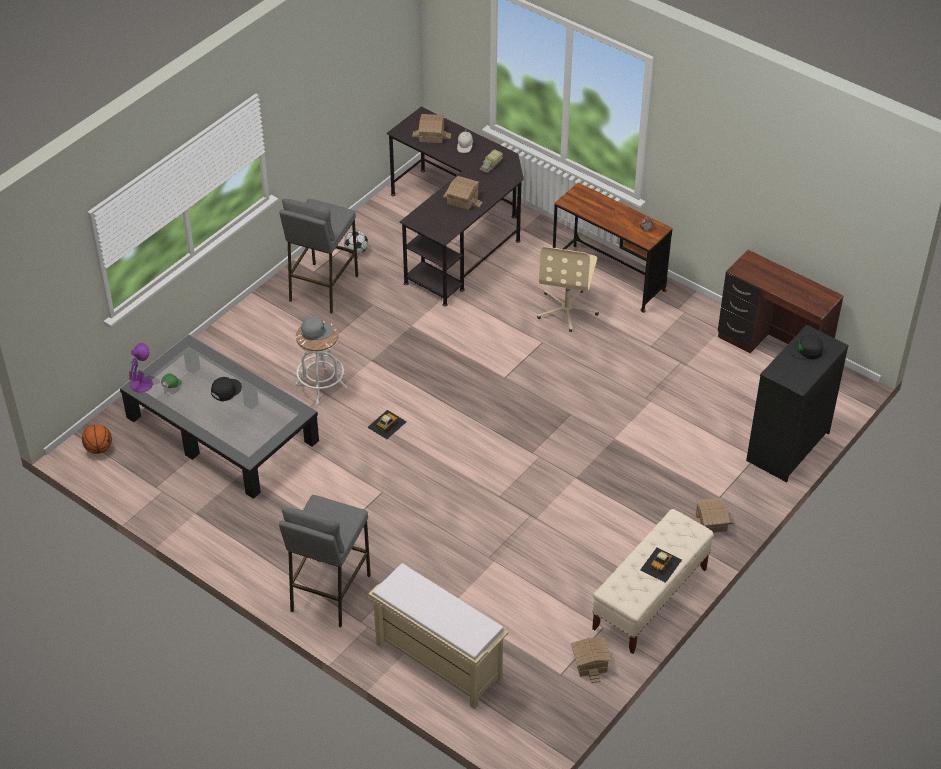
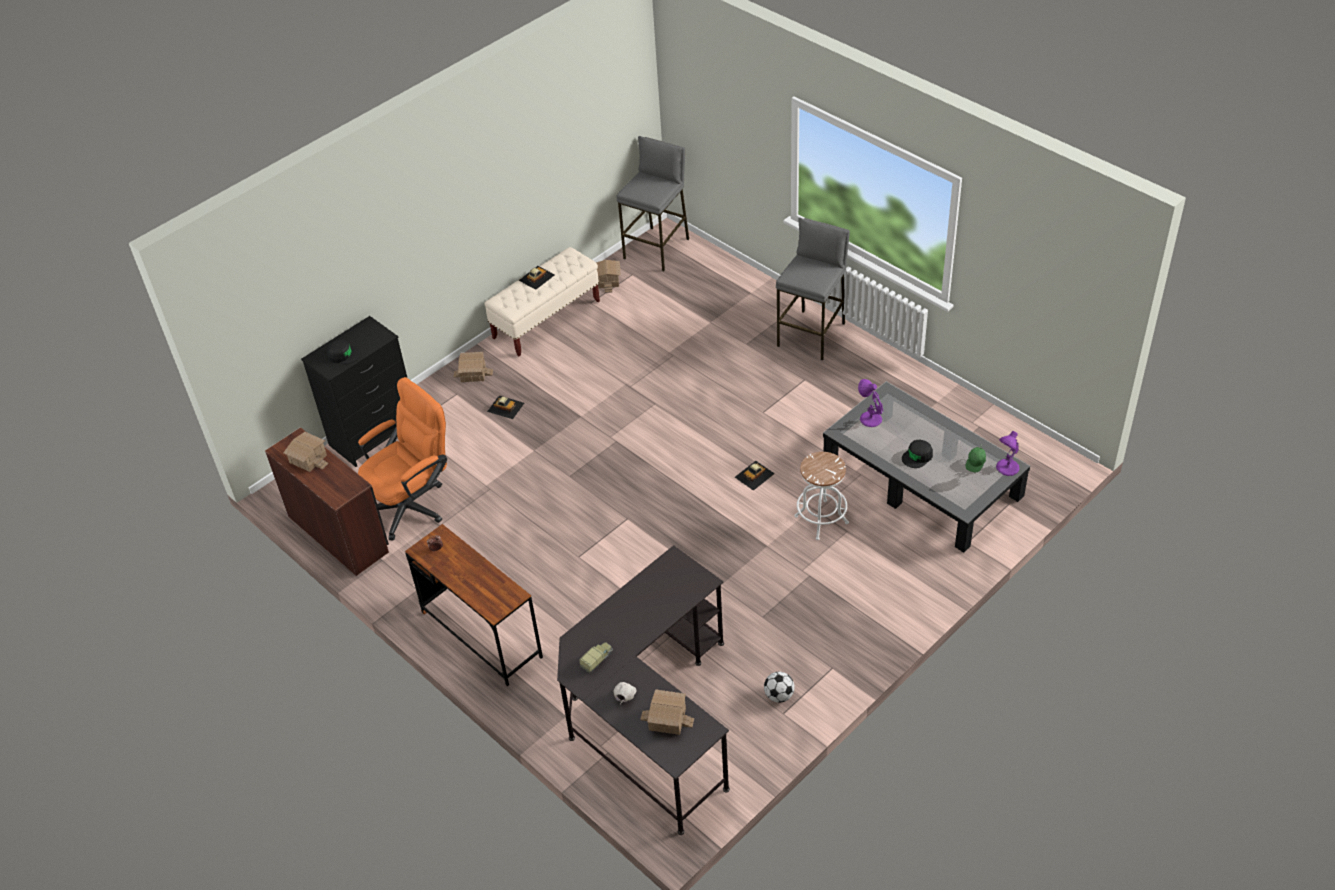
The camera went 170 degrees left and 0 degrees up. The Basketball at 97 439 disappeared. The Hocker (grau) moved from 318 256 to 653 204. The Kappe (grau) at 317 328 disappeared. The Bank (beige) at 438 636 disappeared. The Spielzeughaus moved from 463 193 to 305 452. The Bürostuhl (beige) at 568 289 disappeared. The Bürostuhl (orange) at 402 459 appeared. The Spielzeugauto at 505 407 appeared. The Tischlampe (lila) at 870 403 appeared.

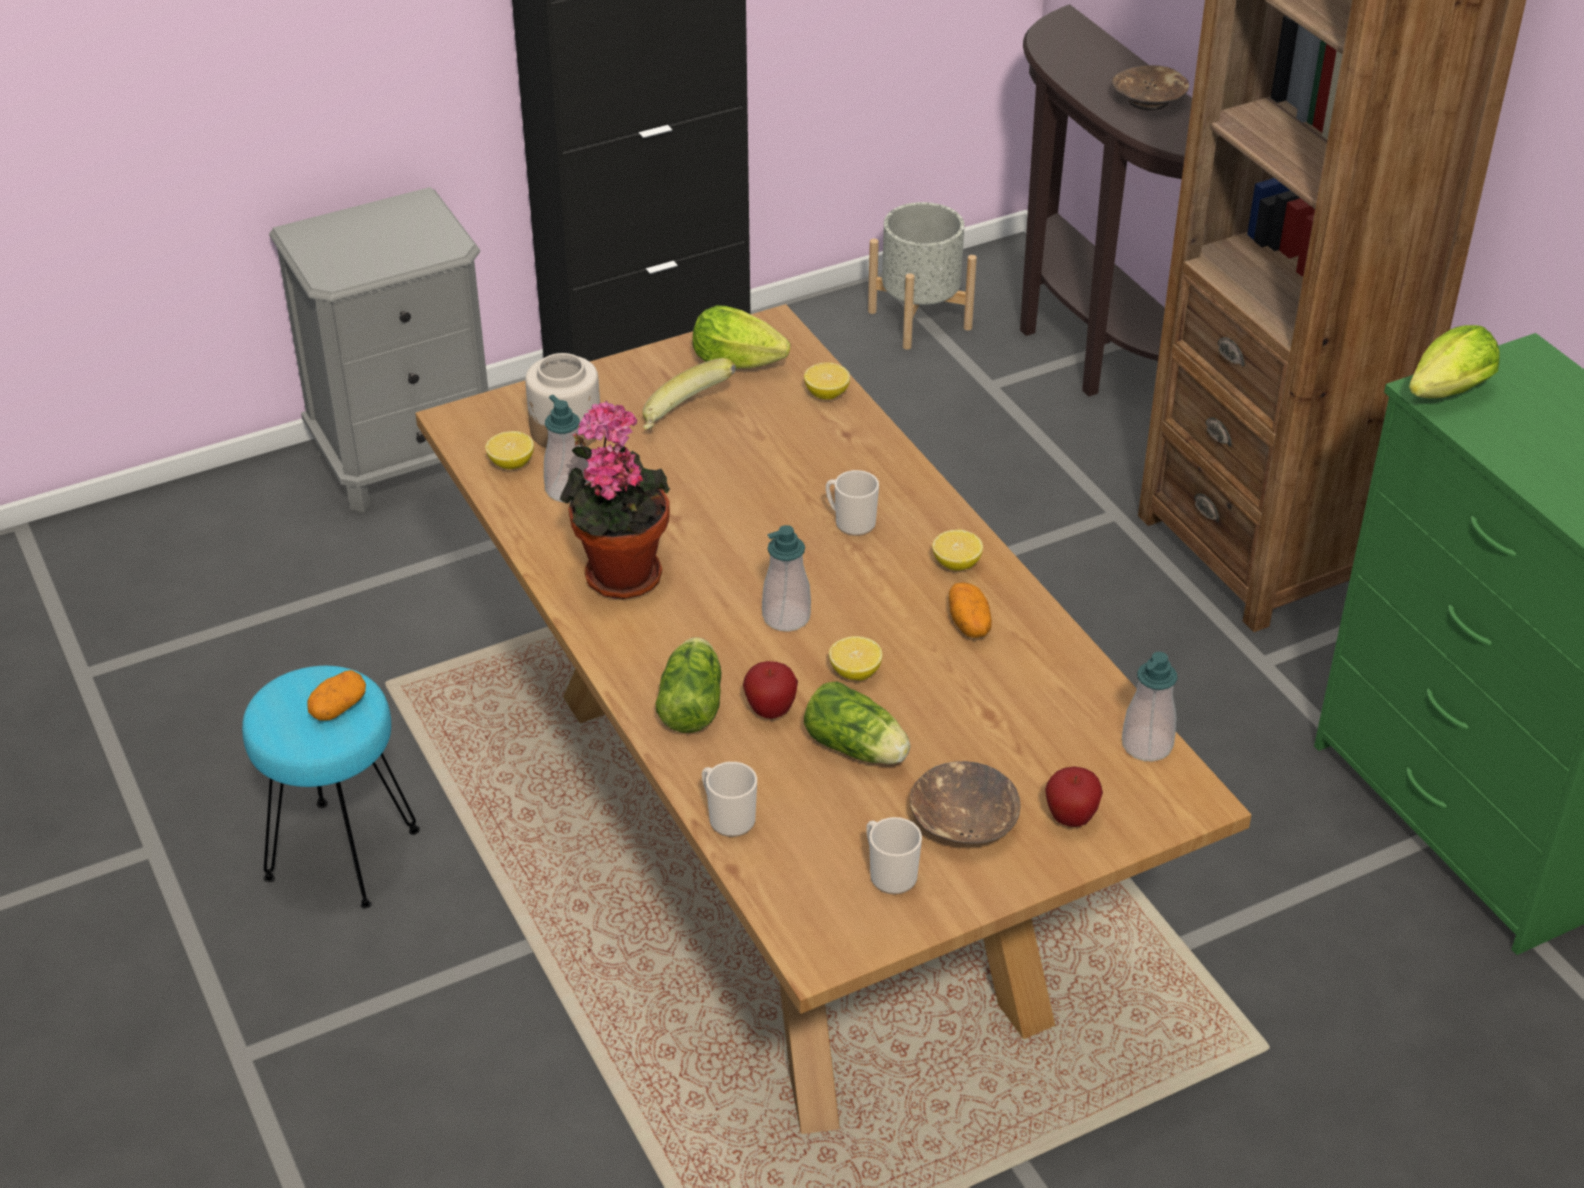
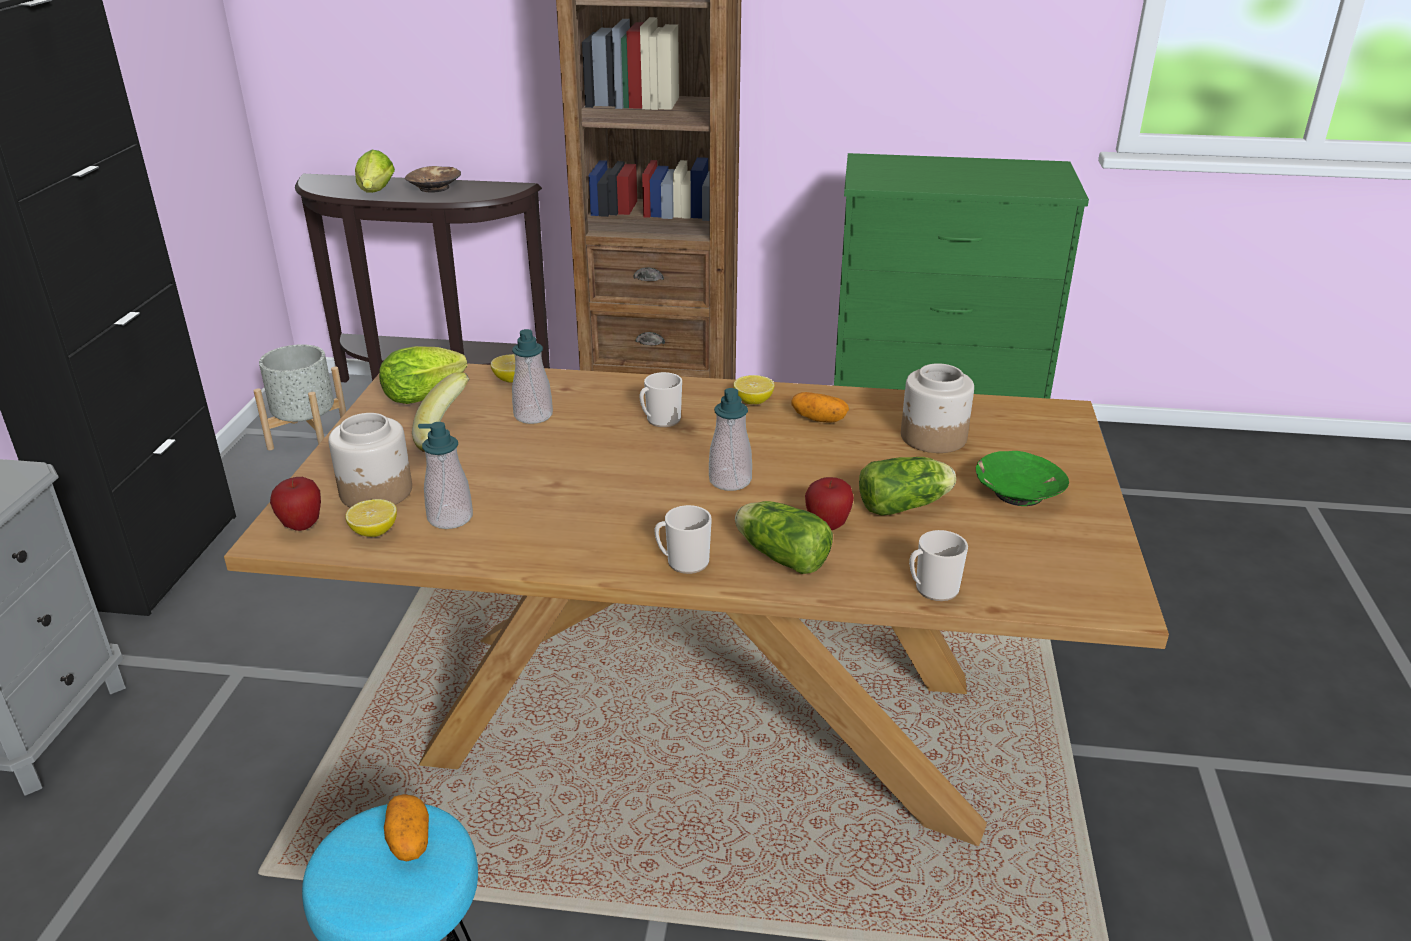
The camera went 55 degrees left and 10 degrees down. The Topfpflanze at 615 500 disappeared. The Zitrone at 856 658 disappeared. The Henkelbecher moved from 894 855 to 683 539. The Schüssel (braun) at 965 802 became the Schüssel (grün) at 1022 478. The Apfel moved from 1074 796 to 295 504. The Seifenspender moved from 1149 707 to 532 376. The Salatkopf moved from 1454 361 to 375 171. The Vorratsglas at 937 408 appeared.

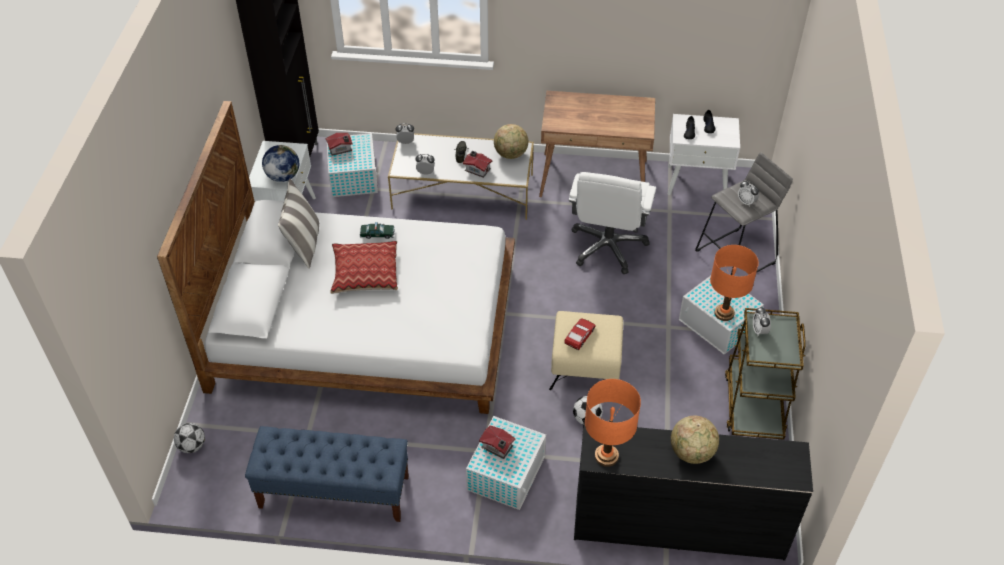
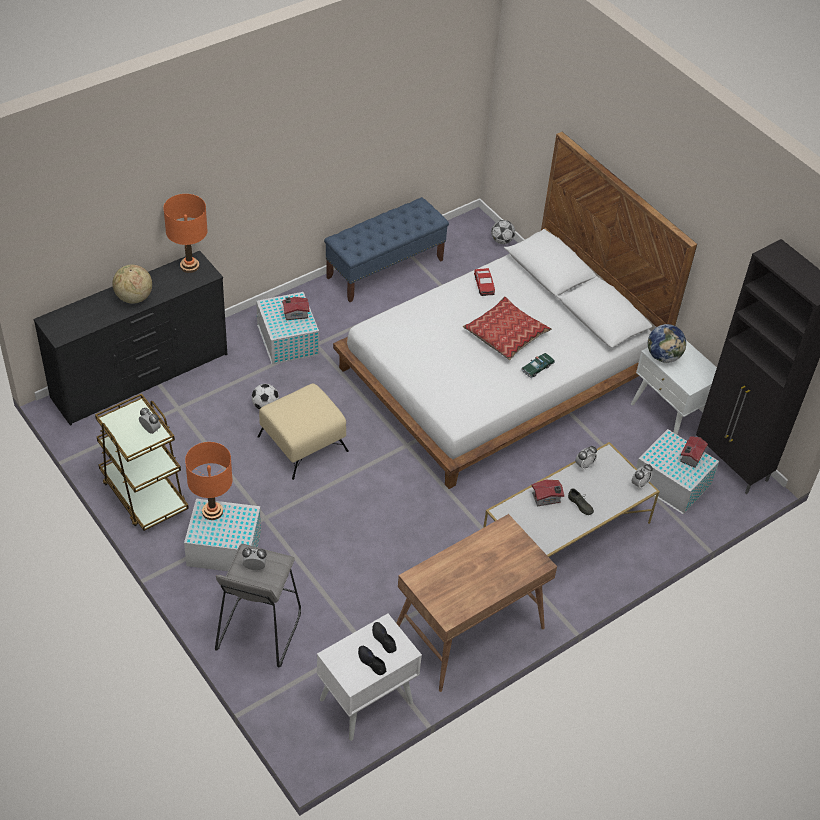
The camera went 135 degrees right and 0 degrees up. The Kissen at 298 223 disappeared. The Globus at 511 141 disappeared. The Spielzeugauto moved from 579 334 to 484 282. The Bürostuhl (weiß) at 612 223 disappeared.

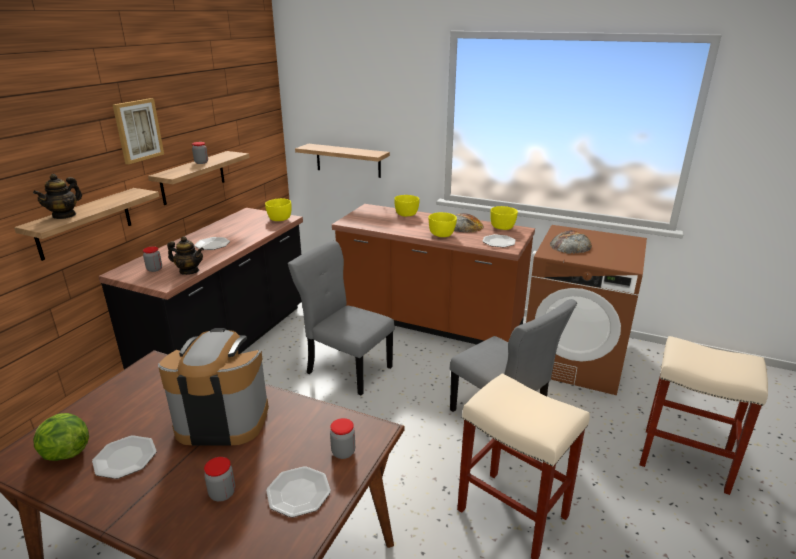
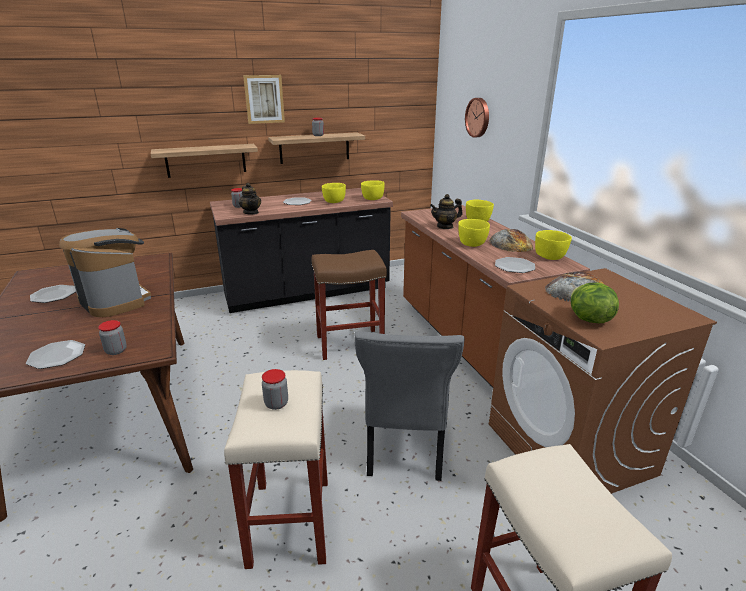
The camera went 45 degrees right and 0 degrees up. The Teekanne moved from 57 196 to 446 211. The Salatkopf moved from 61 437 to 595 303. The Vorratsglas moved from 219 479 to 275 389. The Stuhl (grau) at 341 318 was replaced by the Hocker (braun) at 349 305. The Wandregal at 342 161 disappeared. The Schüssel (gelb) at 334 193 appeared. The Wanduhr at 477 118 appeared.

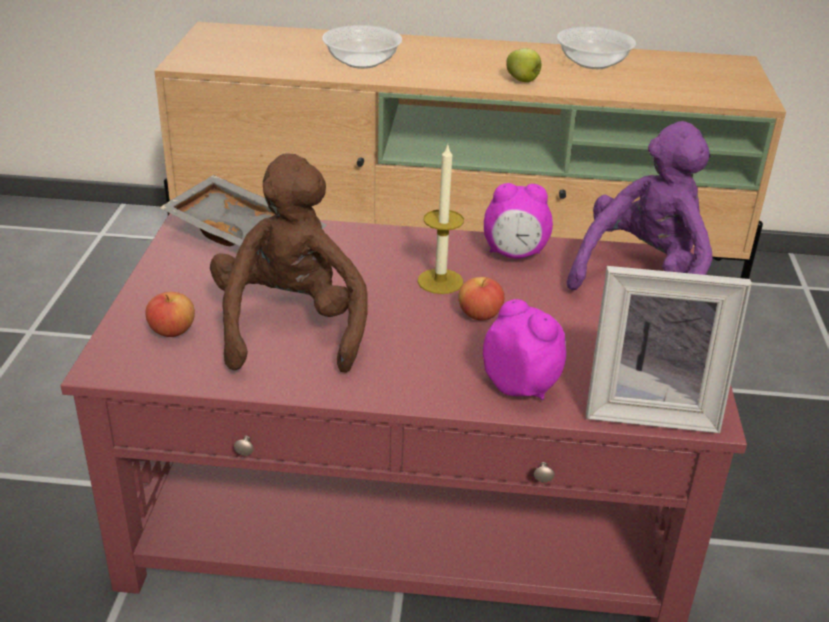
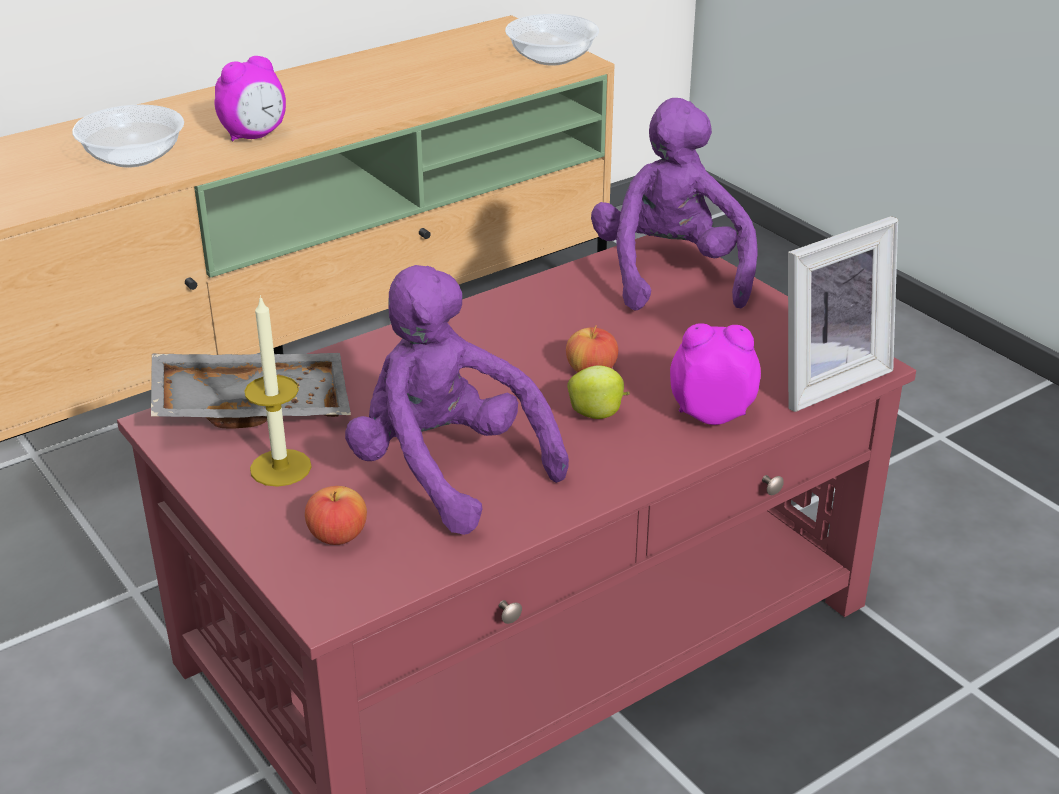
The camera went 40 degrees left and 0 degrees up. The Plüschtier (braun) at 289 263 became the Plüschtier (lila) at 457 400. The Kerze moved from 441 219 to 277 391. The Wecker moved from 518 221 to 250 98. The Apfel moved from 523 65 to 598 392. The Schüssel moved from 596 48 to 552 40.

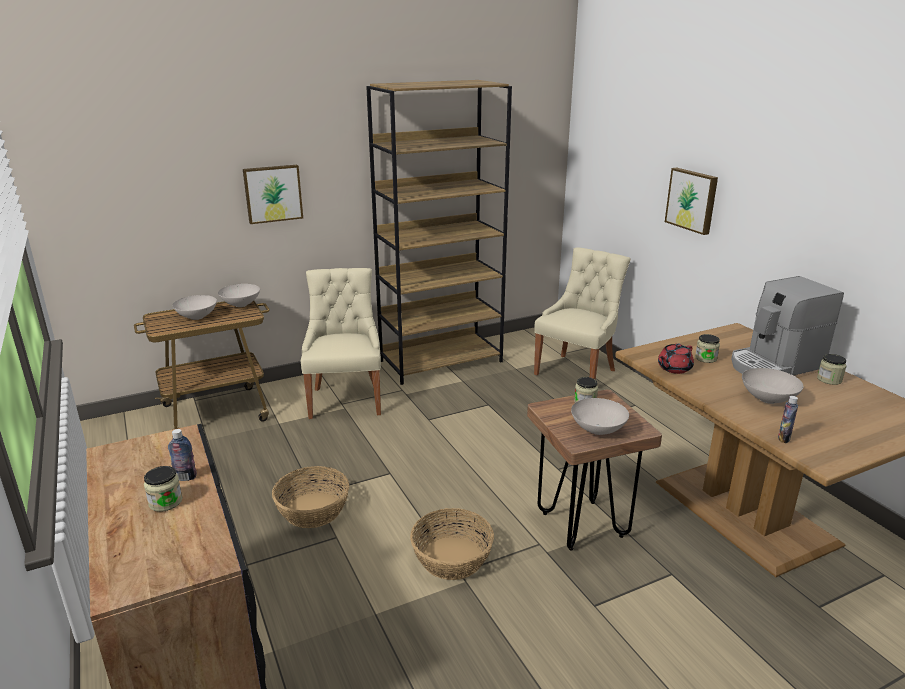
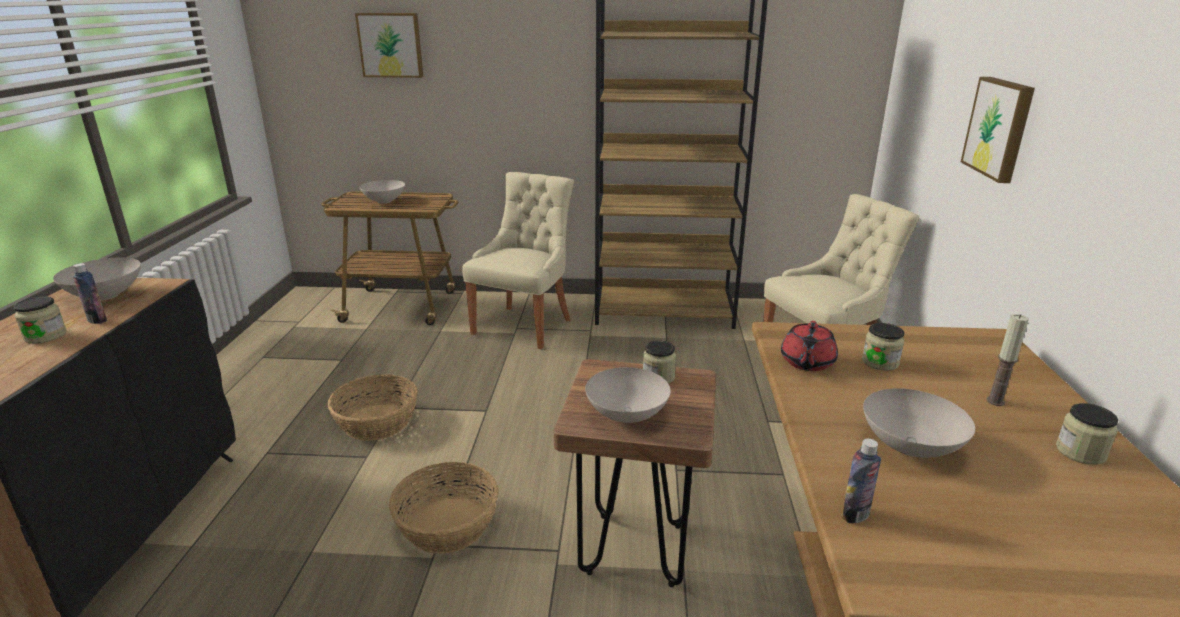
The camera went 30 degrees right and 0 degrees up. The Schüssel (weiß) moved from 239 295 to 97 279. The Bild moved from 273 194 to 389 45. The Teekanne (rot) at 676 358 turned 60 degrees counterclockwise. The Kaffeemaschine at 787 326 was replaced by the Kerze at 1008 360.

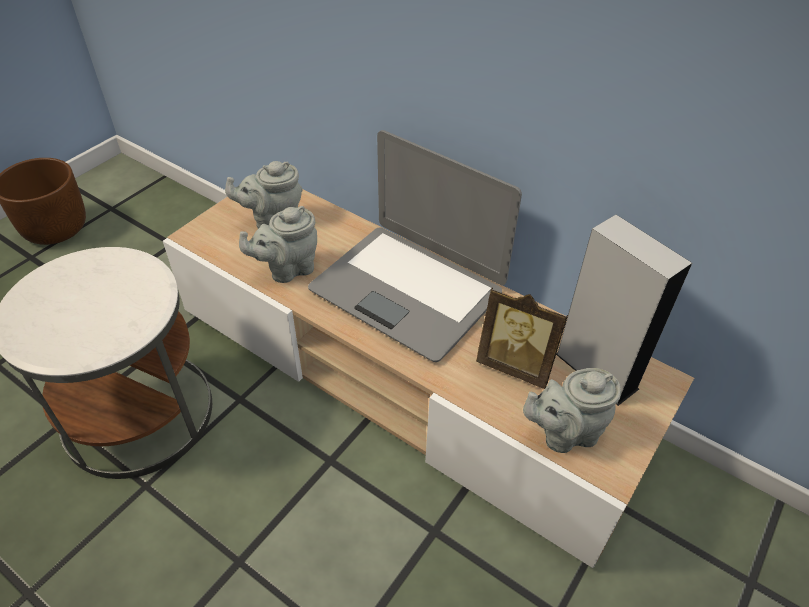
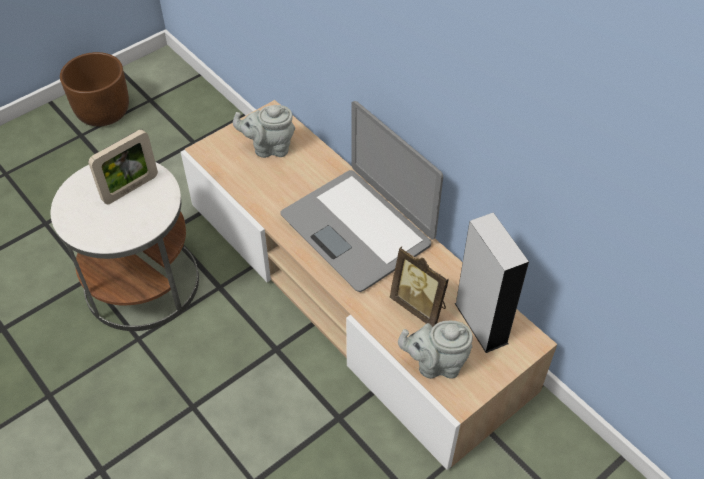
The camera went 15 degrees right and 5 degrees up. The Teekanne (grau) at 278 244 disappeared. The Bilderrahmen at 123 166 appeared.

